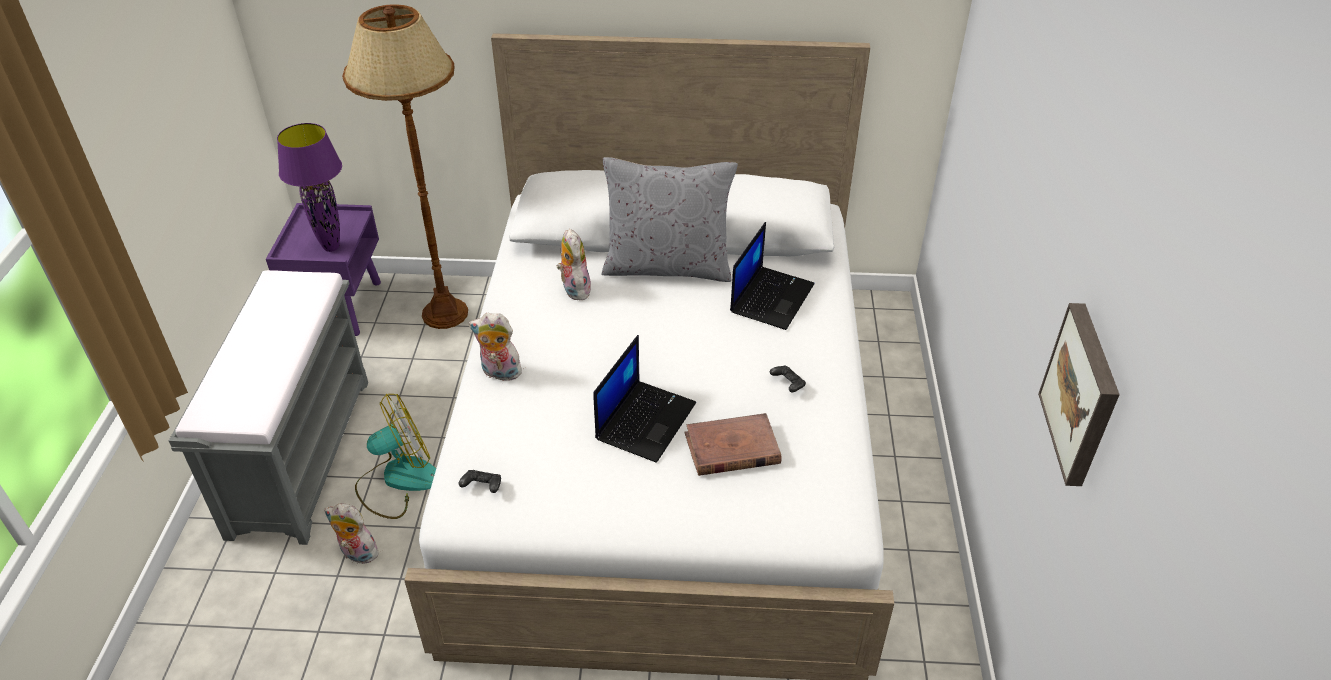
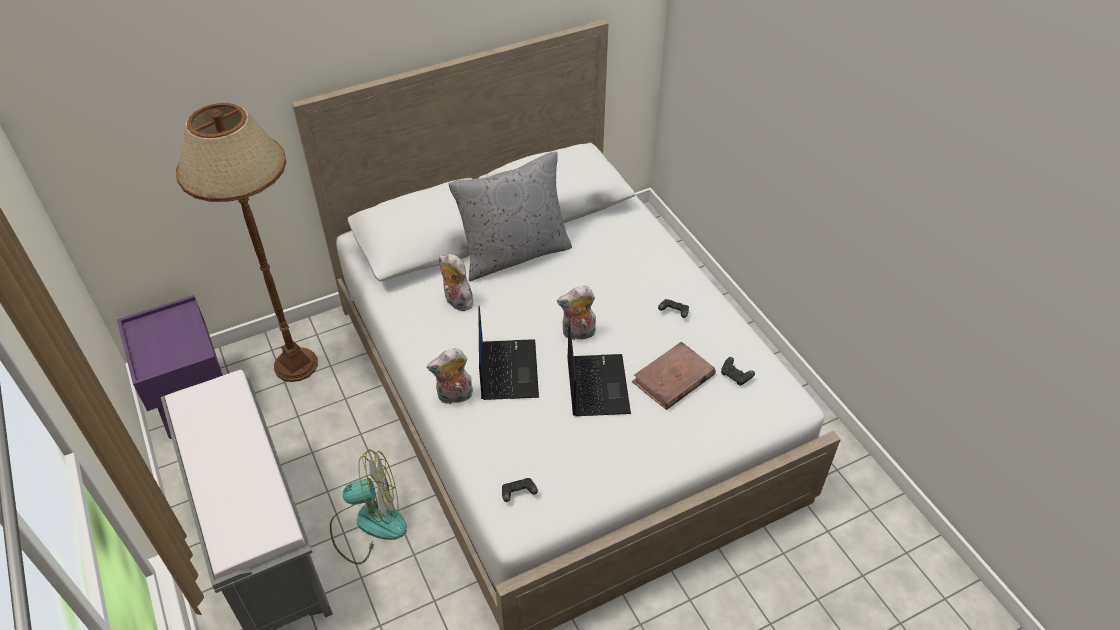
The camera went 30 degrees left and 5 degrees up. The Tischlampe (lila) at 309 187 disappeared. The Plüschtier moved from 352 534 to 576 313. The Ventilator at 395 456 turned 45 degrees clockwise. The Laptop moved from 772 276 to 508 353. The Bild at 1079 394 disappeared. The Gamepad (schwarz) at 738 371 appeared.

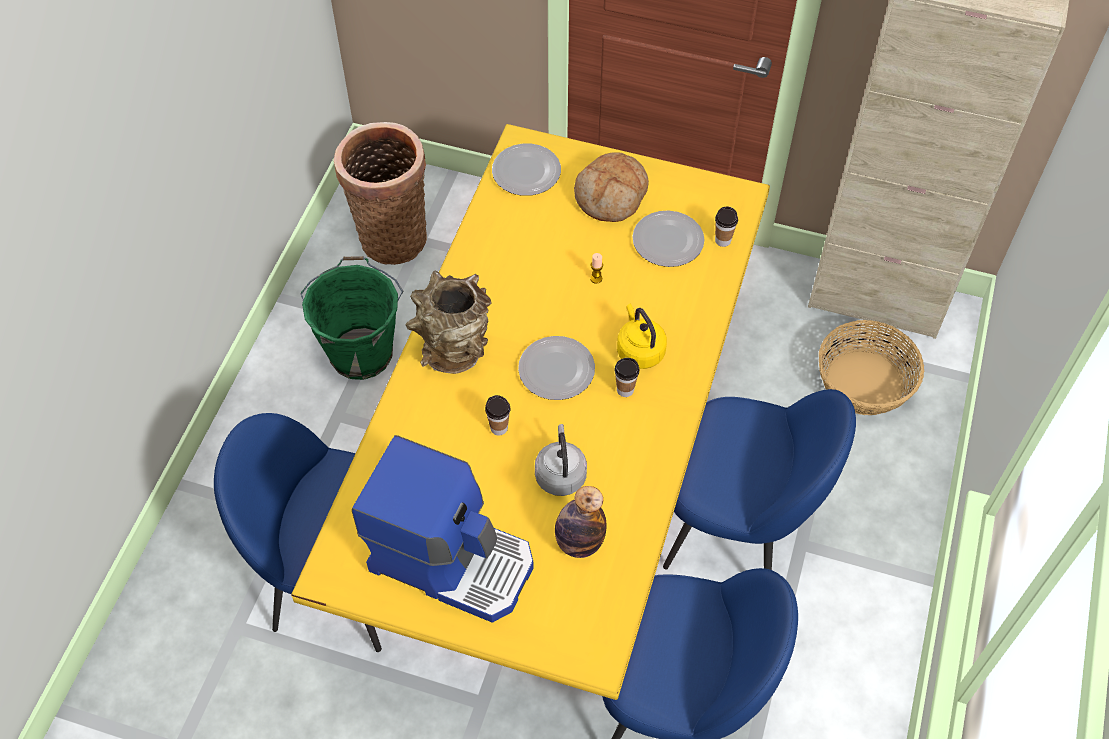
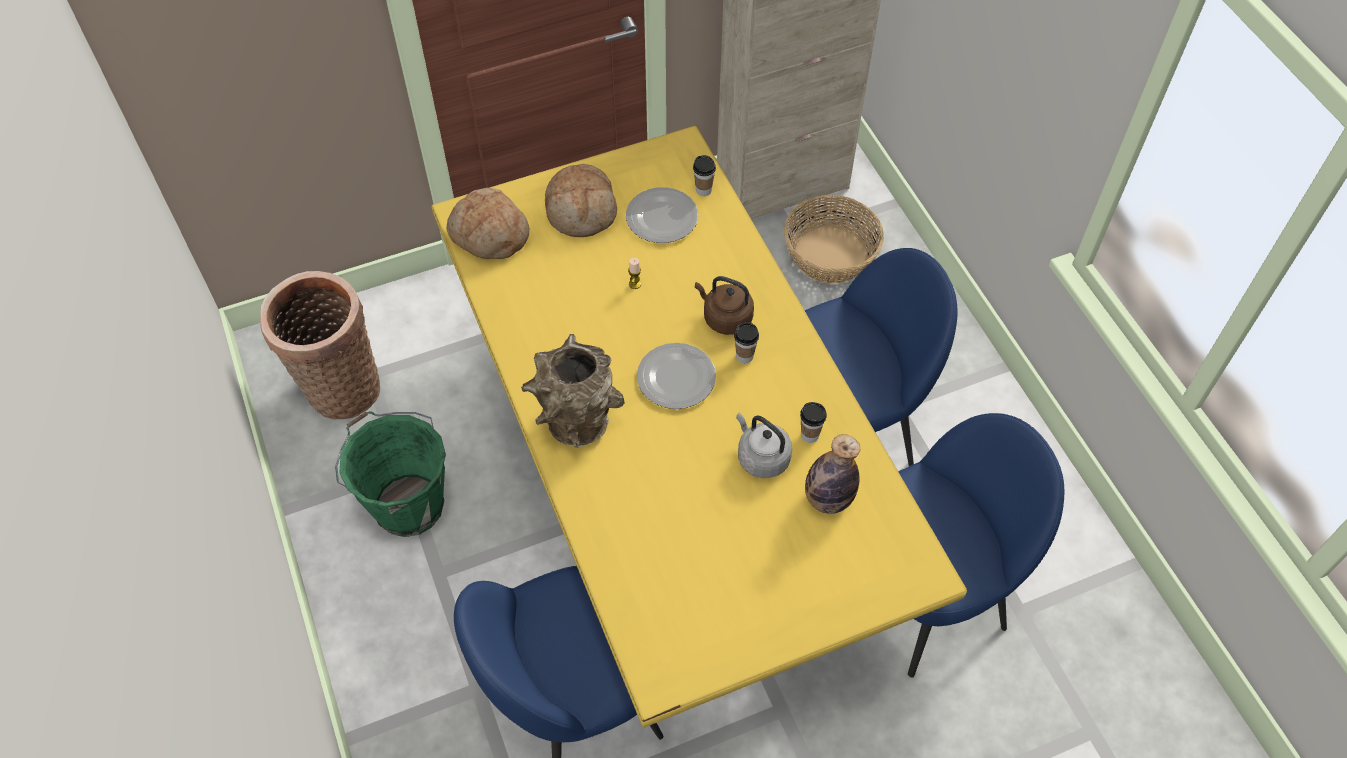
The camera went 40 degrees left and 0 degrees up. The Kaffeemaschine at 443 529 disappeared. The Tasse moved from 498 415 to 813 422. The Teller at 526 170 was replaced by the Brot at 487 223. The Wasserkessel (gelb) at 642 336 became the Wasserkessel (braun) at 724 305.

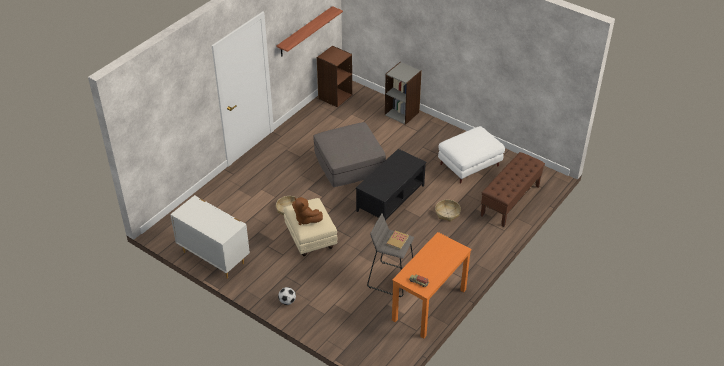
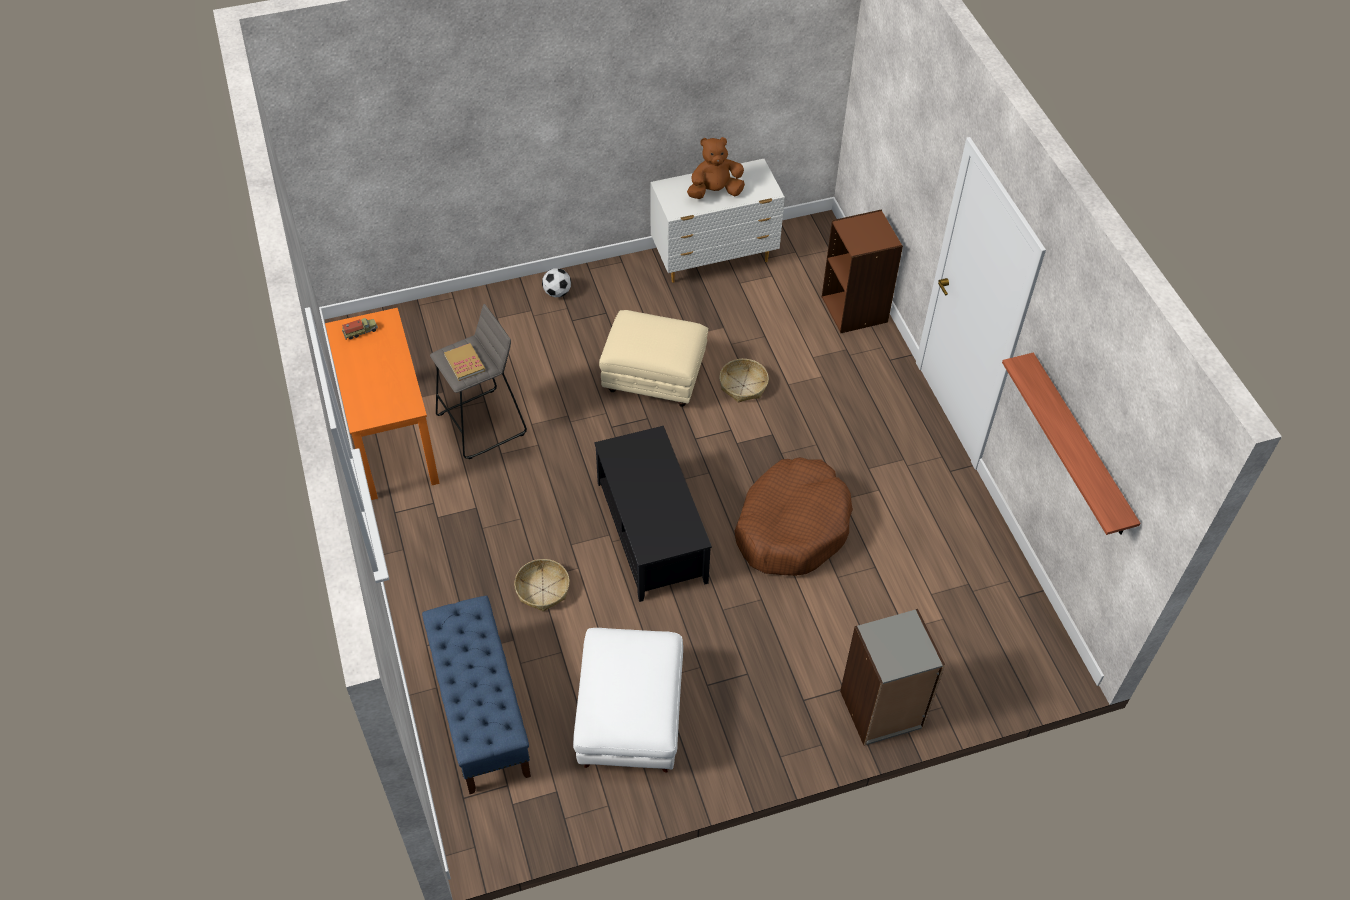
The camera went 125 degrees right and 10 degrees up. The Plüschtier (braun) moved from 307 211 to 716 168. The Polsterhocker (grau) at 349 154 was replaced by the Hundebett (braun) at 794 516. The Bücherregal (braun) moved from 334 76 to 862 271. The Bank (braun) at 512 189 became the Bank (blau) at 476 695.

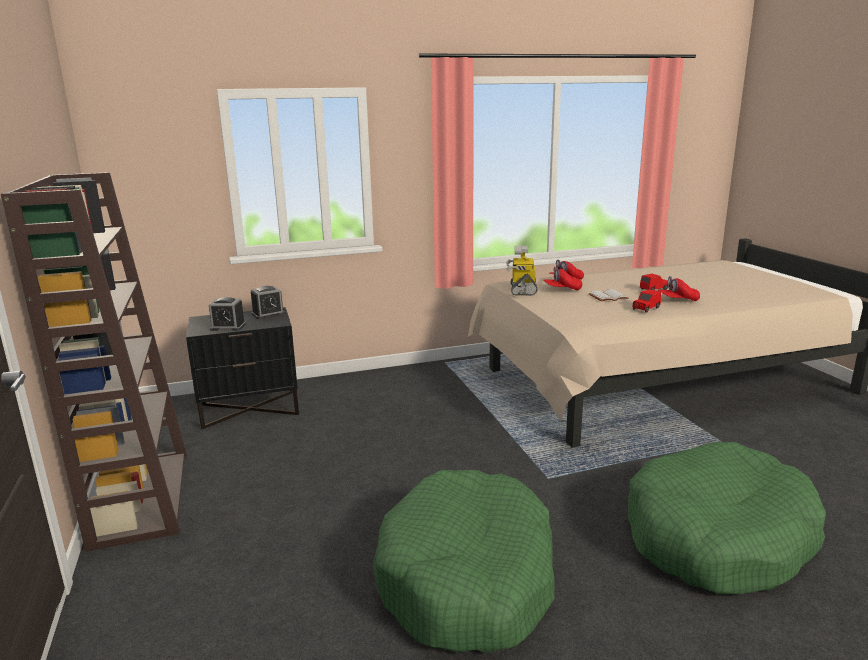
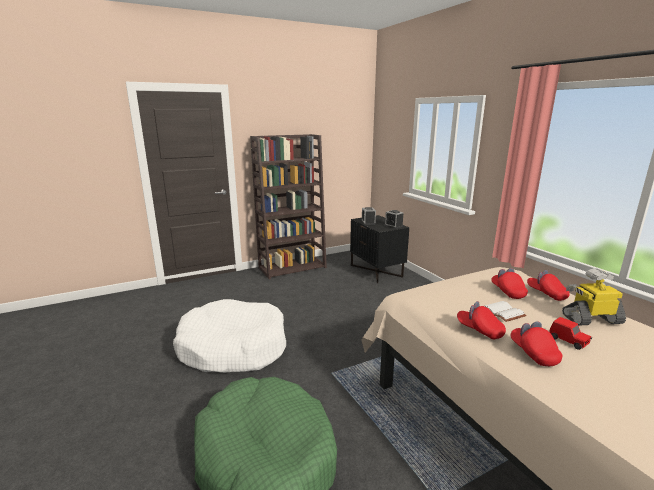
The camera went 80 degrees right and 0 degrees up. The Hundebett (grün) at 464 561 became the Hundebett (weiß) at 229 336. The Spielzeugroboter moved from 521 271 to 594 297. The Spielzeugauto (rot) at 646 301 was replaced by the Kappe (rot) at 481 320.

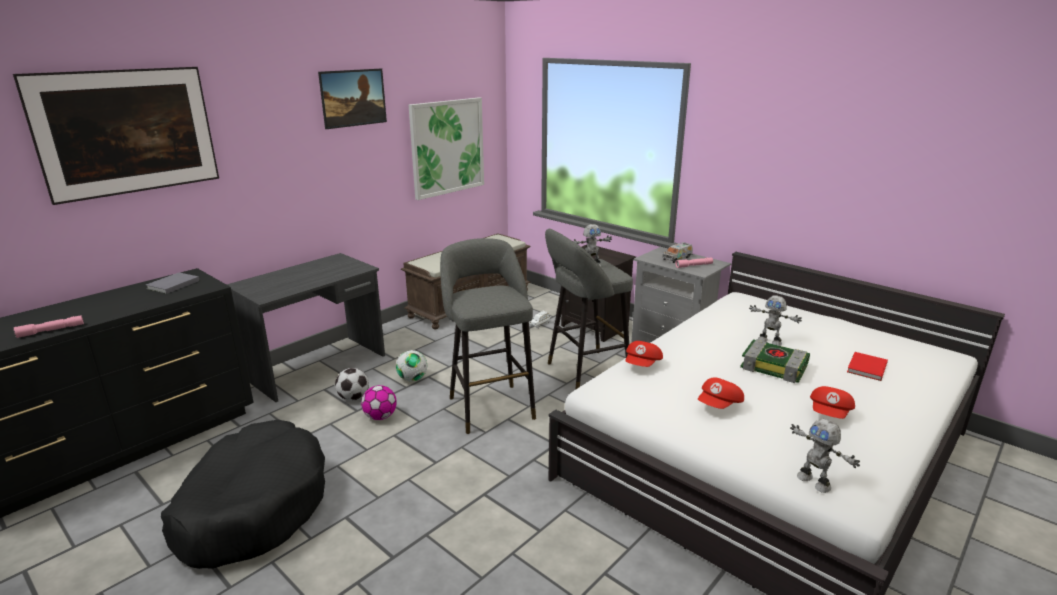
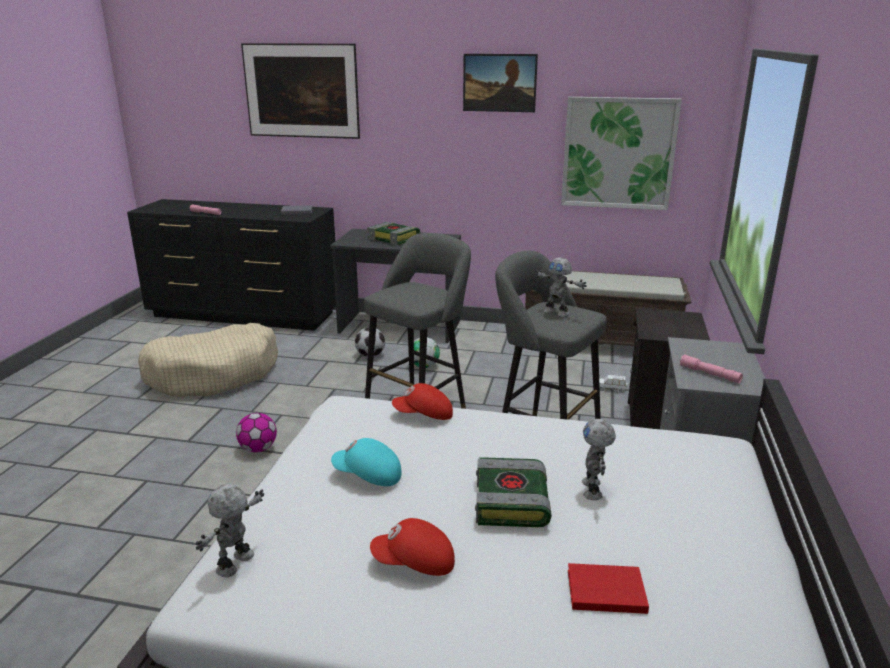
The camera went 60 degrees right and 0 degrees up. The Hundebett (schwarz) at 243 494 became the Hundebett (beige) at 208 360. The Fußball moved from 379 402 to 256 432. The Spielzeuglaster at 677 252 disappeared. The Kappe (rot) at 721 393 became the Kappe (türkis) at 366 462. The Buch at 393 233 appeared.

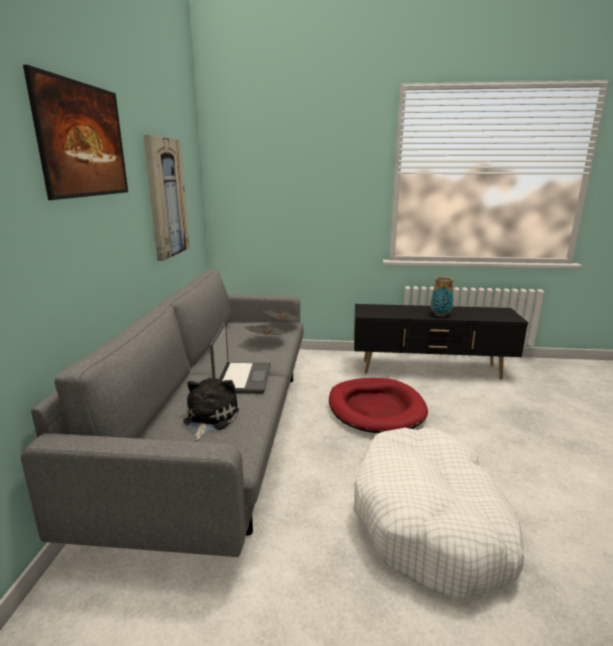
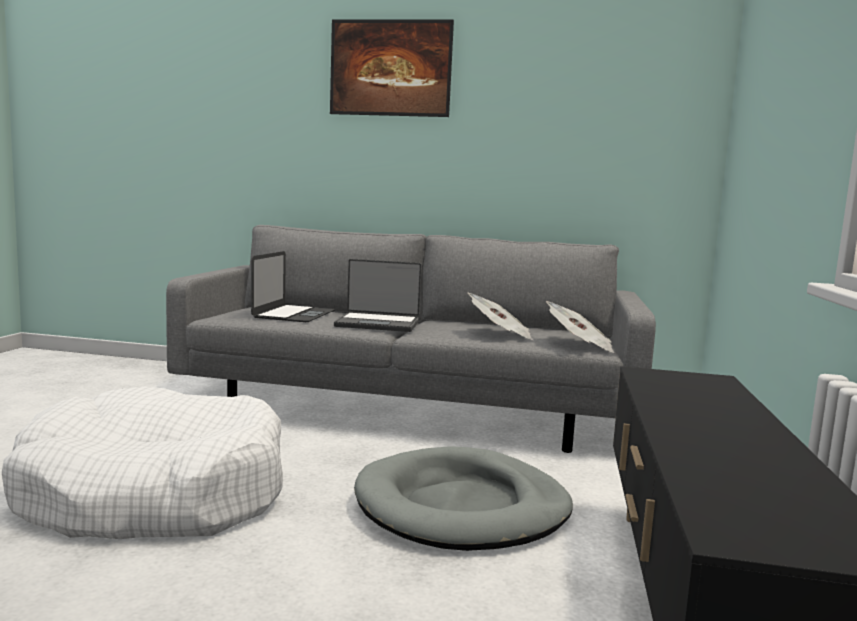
The camera went 95 degrees right and 10 degrees down. The Bild at 166 198 disappeared. The Plüschtier at 211 409 was replaced by the Laptop at 293 286. The Hundebett (rot) at 378 405 became the Hundebett (grau) at 463 498. The Vase at 442 296 disappeared.

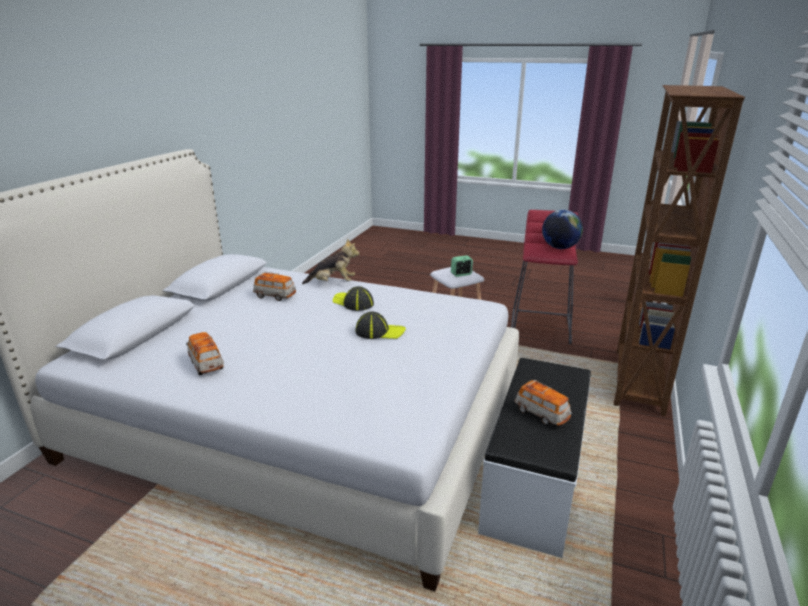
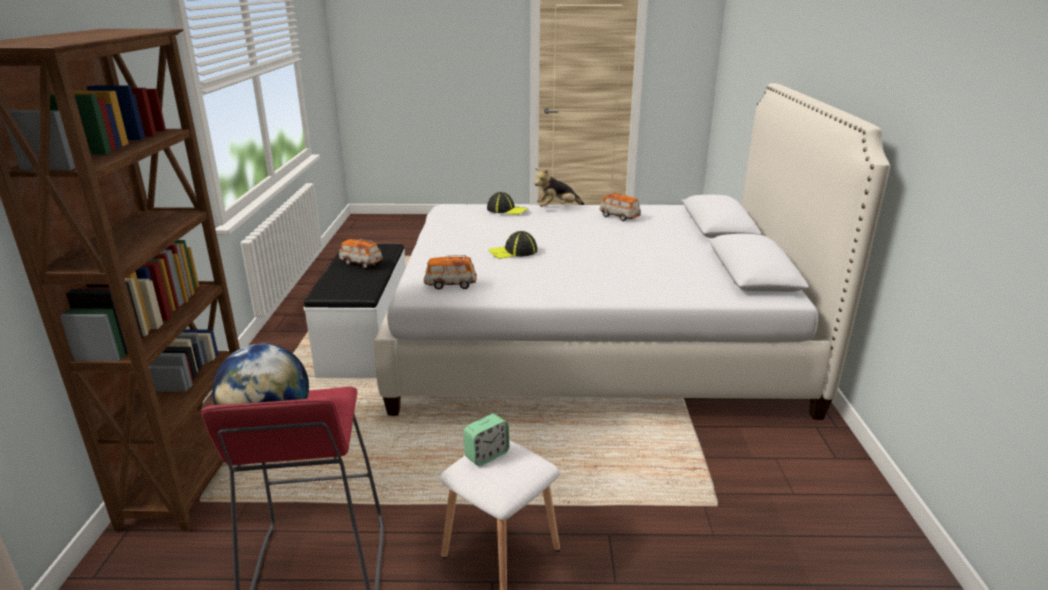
The camera went 160 degrees right and 0 degrees up. The Spielzeugauto moved from 274 286 to 450 272. The Plüschtier moved from 331 261 to 559 187. The Kappe moved from 353 298 to 507 203.

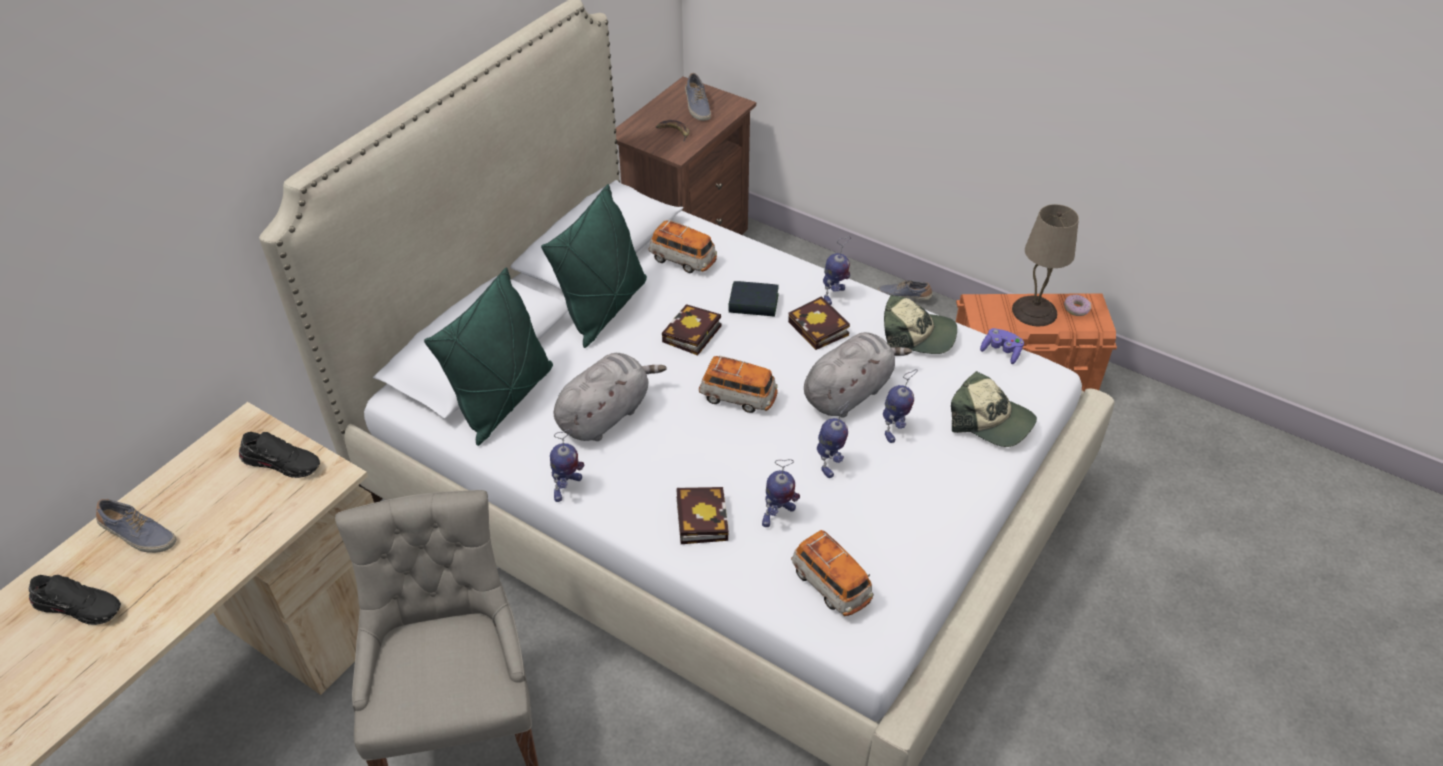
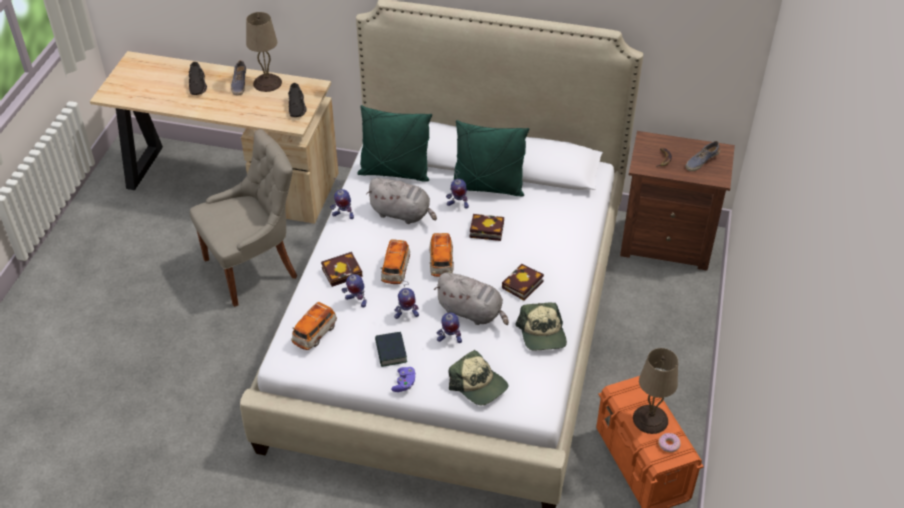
The camera went 70 degrees right and 0 degrees up. The Spielzeugauto moved from 682 246 to 395 261. The Buch moved from 753 299 to 391 349. The Spielzeugroboter moved from 837 270 to 457 188. The Schuh at 905 290 disappeared. The Kappe at 994 409 turned 60 degrees counterclockwise. The Gamepad (lila) moved from 1002 346 to 403 379. The Tischlampe (beige) at 264 52 appeared.

